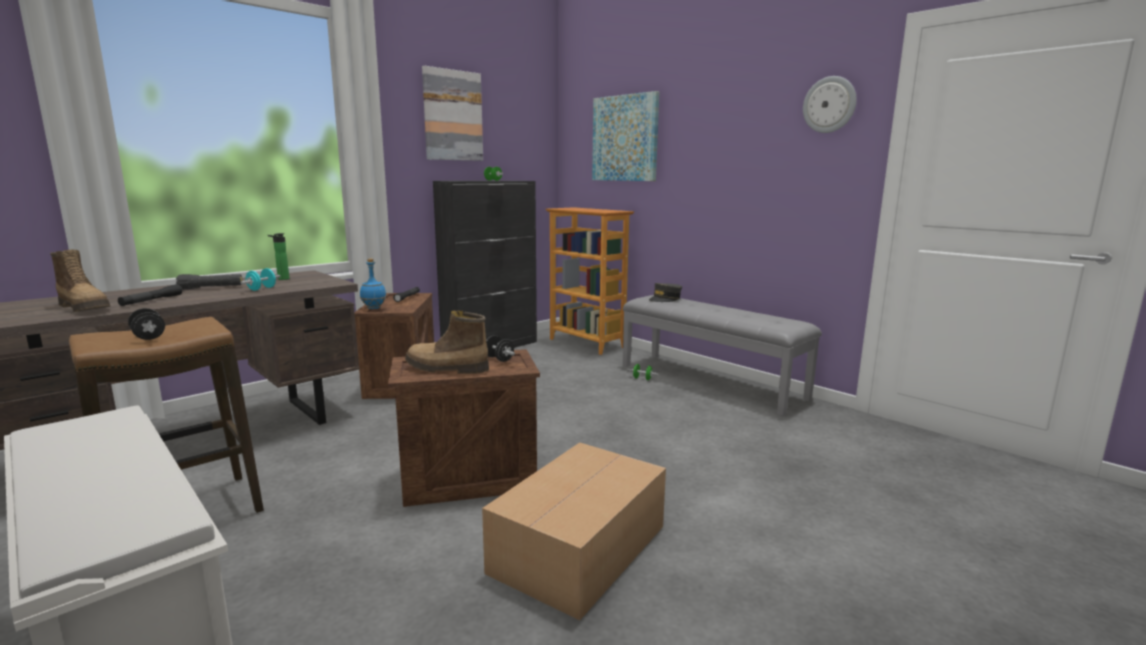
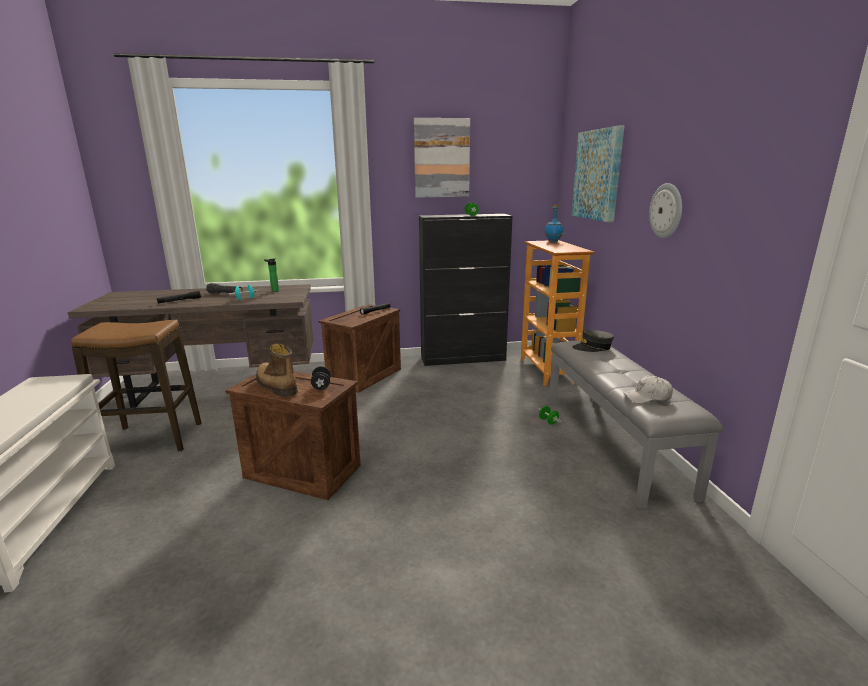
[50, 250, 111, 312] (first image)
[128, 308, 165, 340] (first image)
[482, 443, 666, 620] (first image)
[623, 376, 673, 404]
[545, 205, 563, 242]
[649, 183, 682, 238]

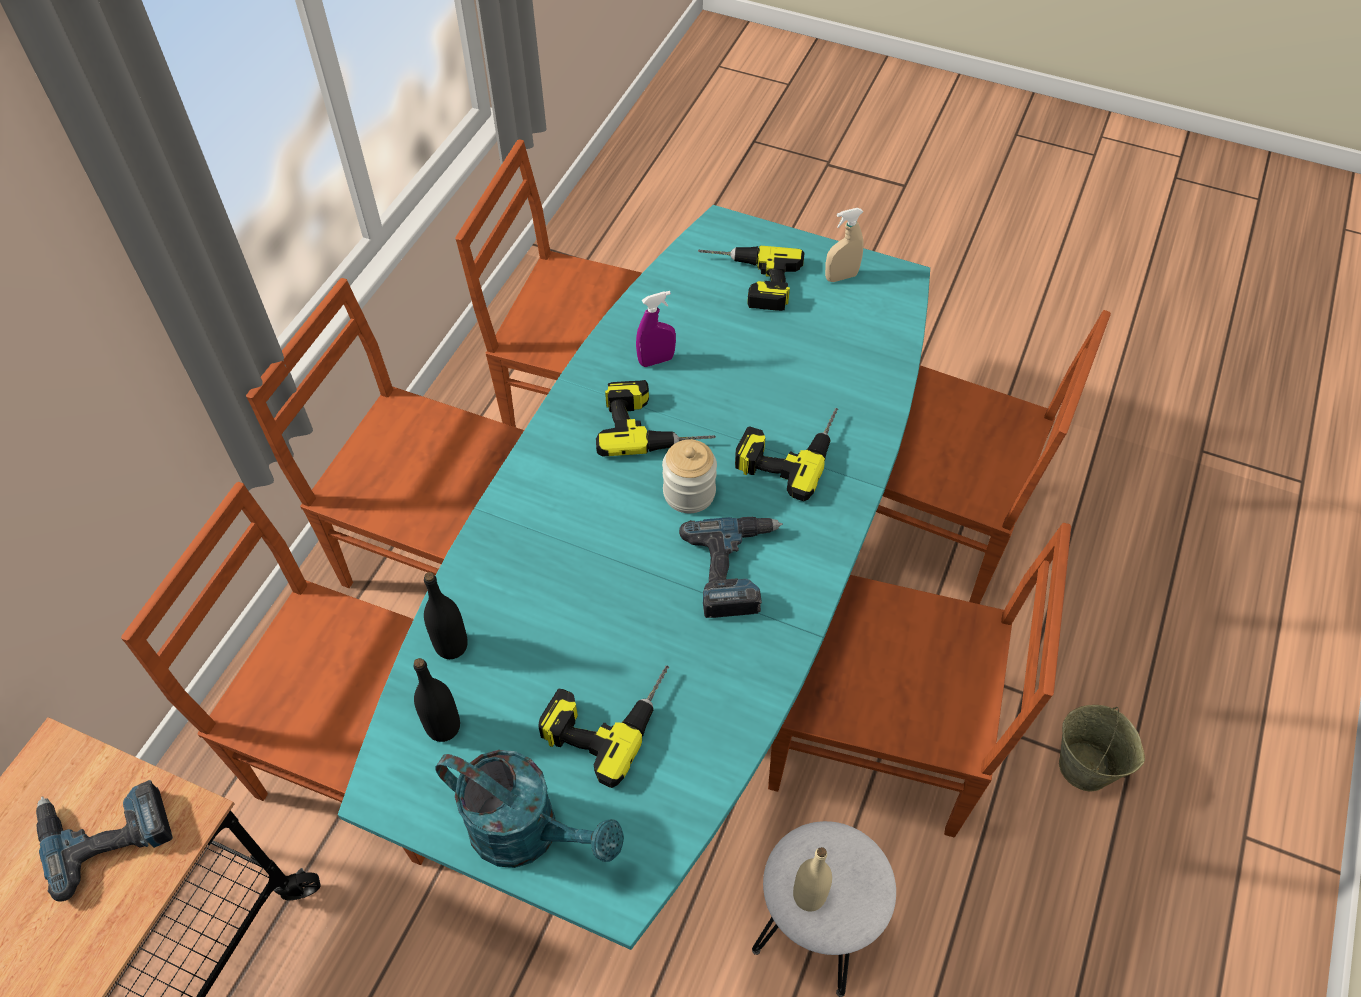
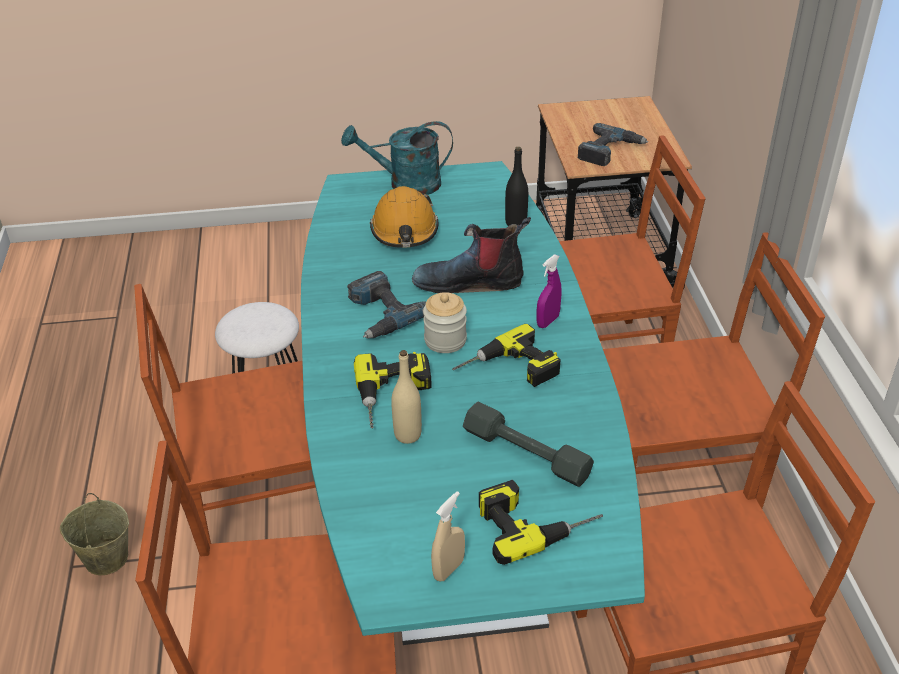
[414, 658, 460, 742] (first image)
[412, 217, 531, 293]
[463, 402, 594, 487]
[536, 254, 562, 328]
[391, 350, 422, 444]
[370, 186, 439, 248]

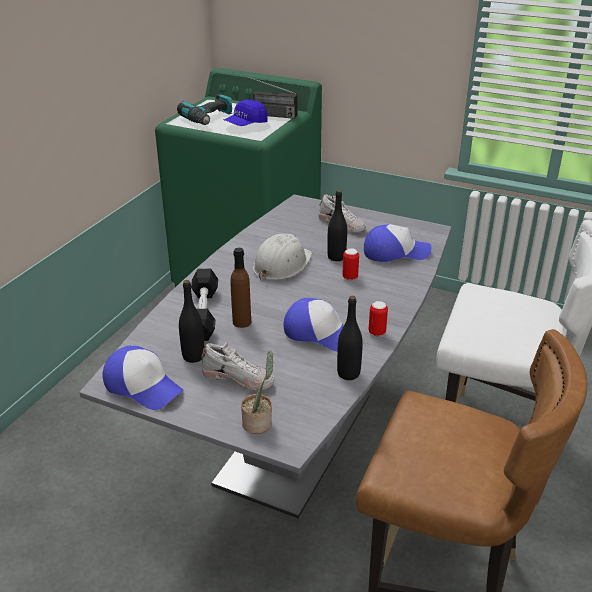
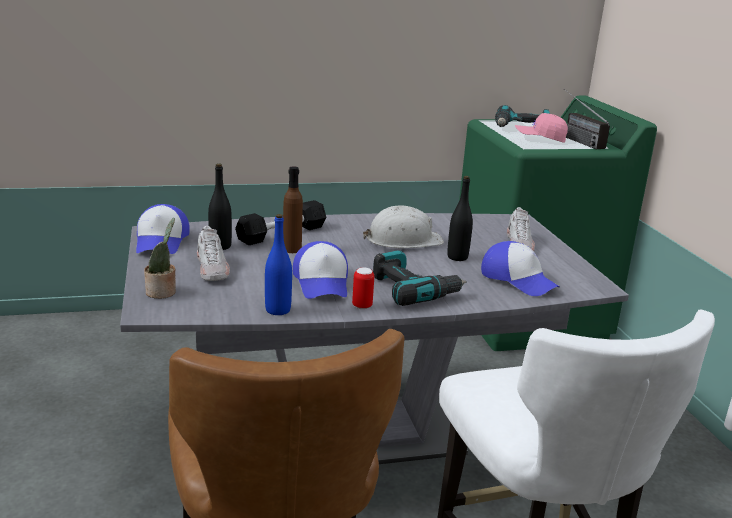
[342, 248, 359, 280] (first image)
[373, 250, 467, 306]
[515, 113, 568, 143]
[265, 214, 292, 315]

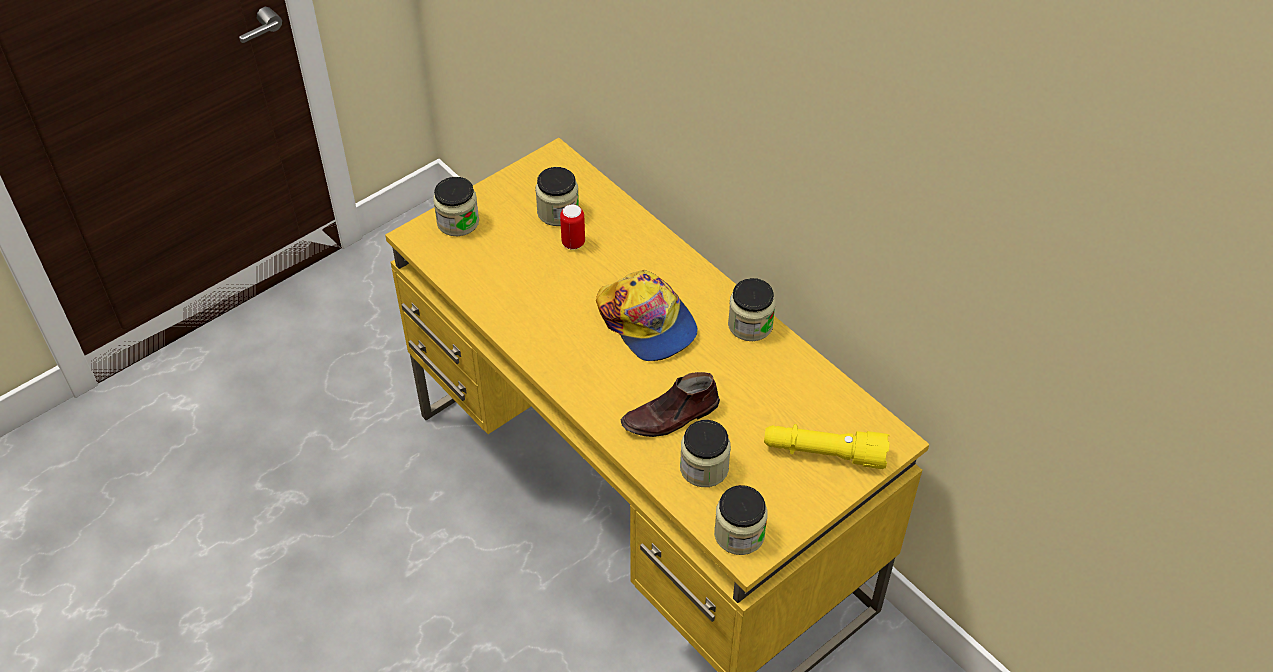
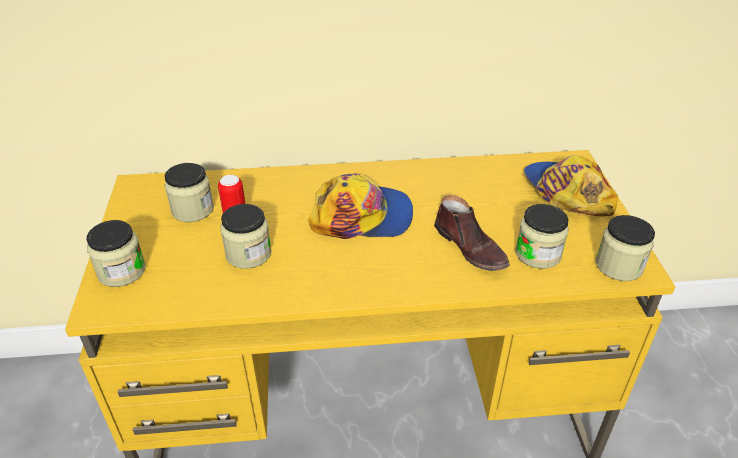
[220, 204, 272, 269]
[524, 155, 618, 217]
[434, 195, 510, 271]

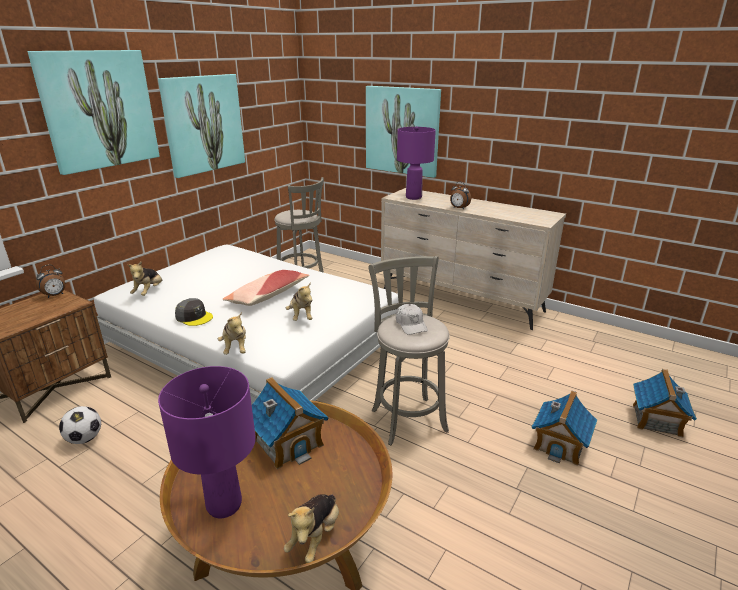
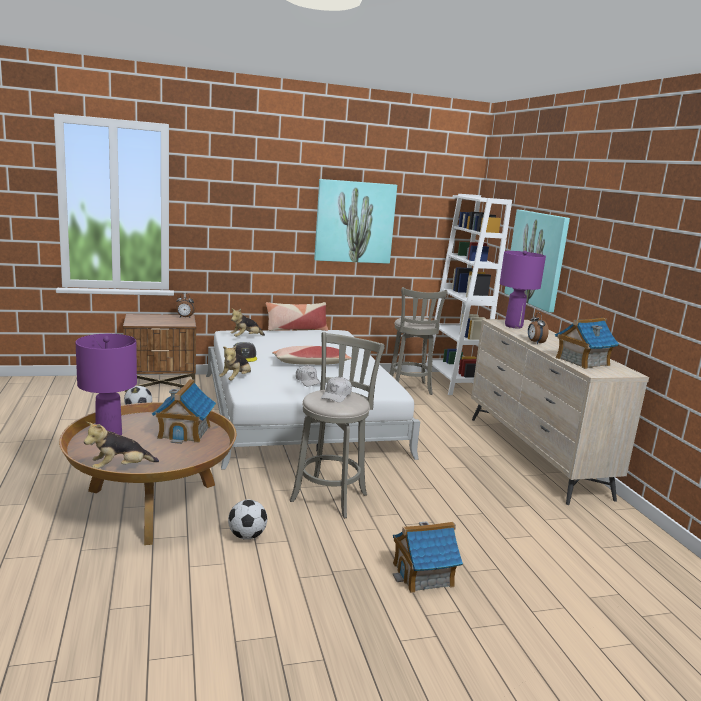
[28, 50, 160, 175] (first image)
[228, 500, 267, 540]
[266, 302, 328, 331]
[425, 194, 512, 395]
[555, 318, 619, 369]
[296, 365, 321, 387]

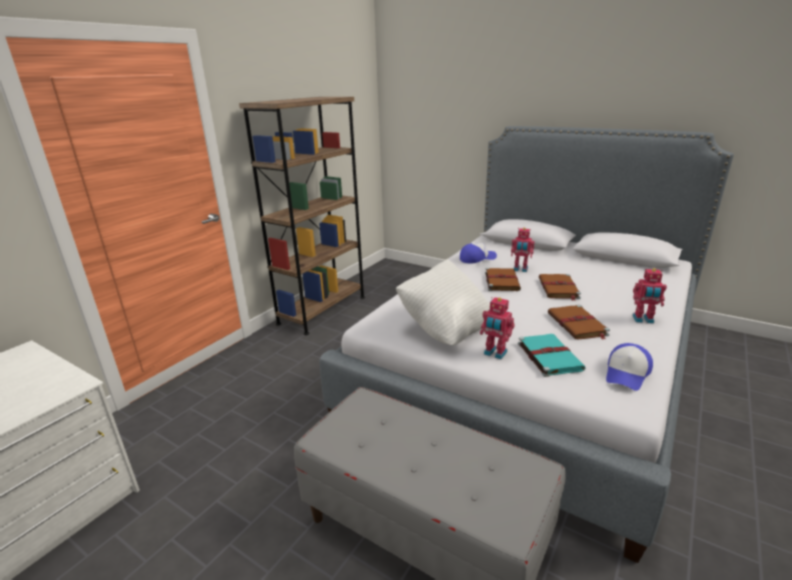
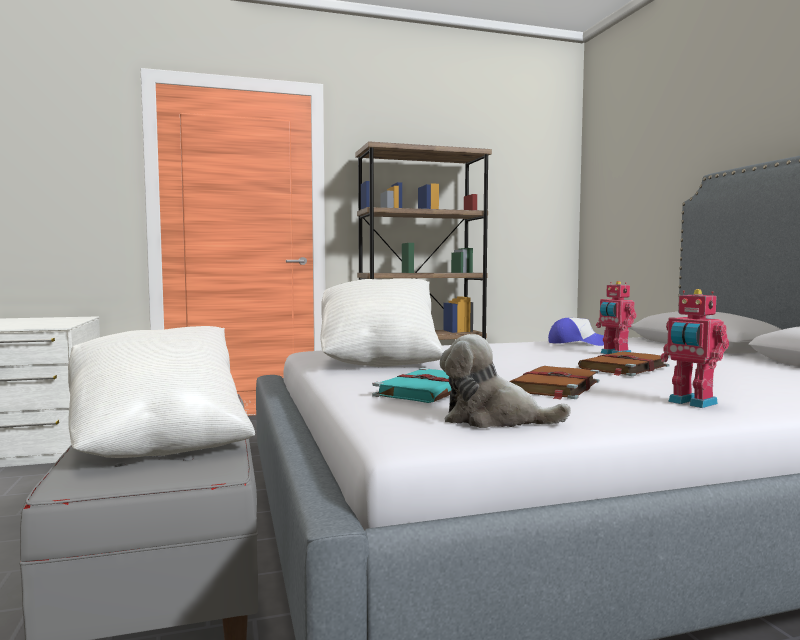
[480, 297, 514, 359] (first image)
[485, 268, 521, 291] (first image)
[68, 326, 255, 458]
[440, 334, 571, 428]

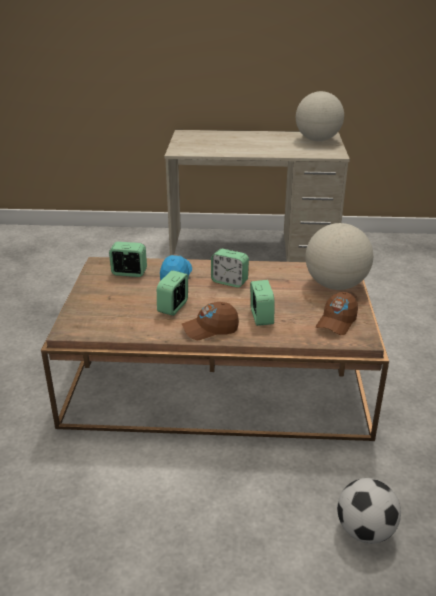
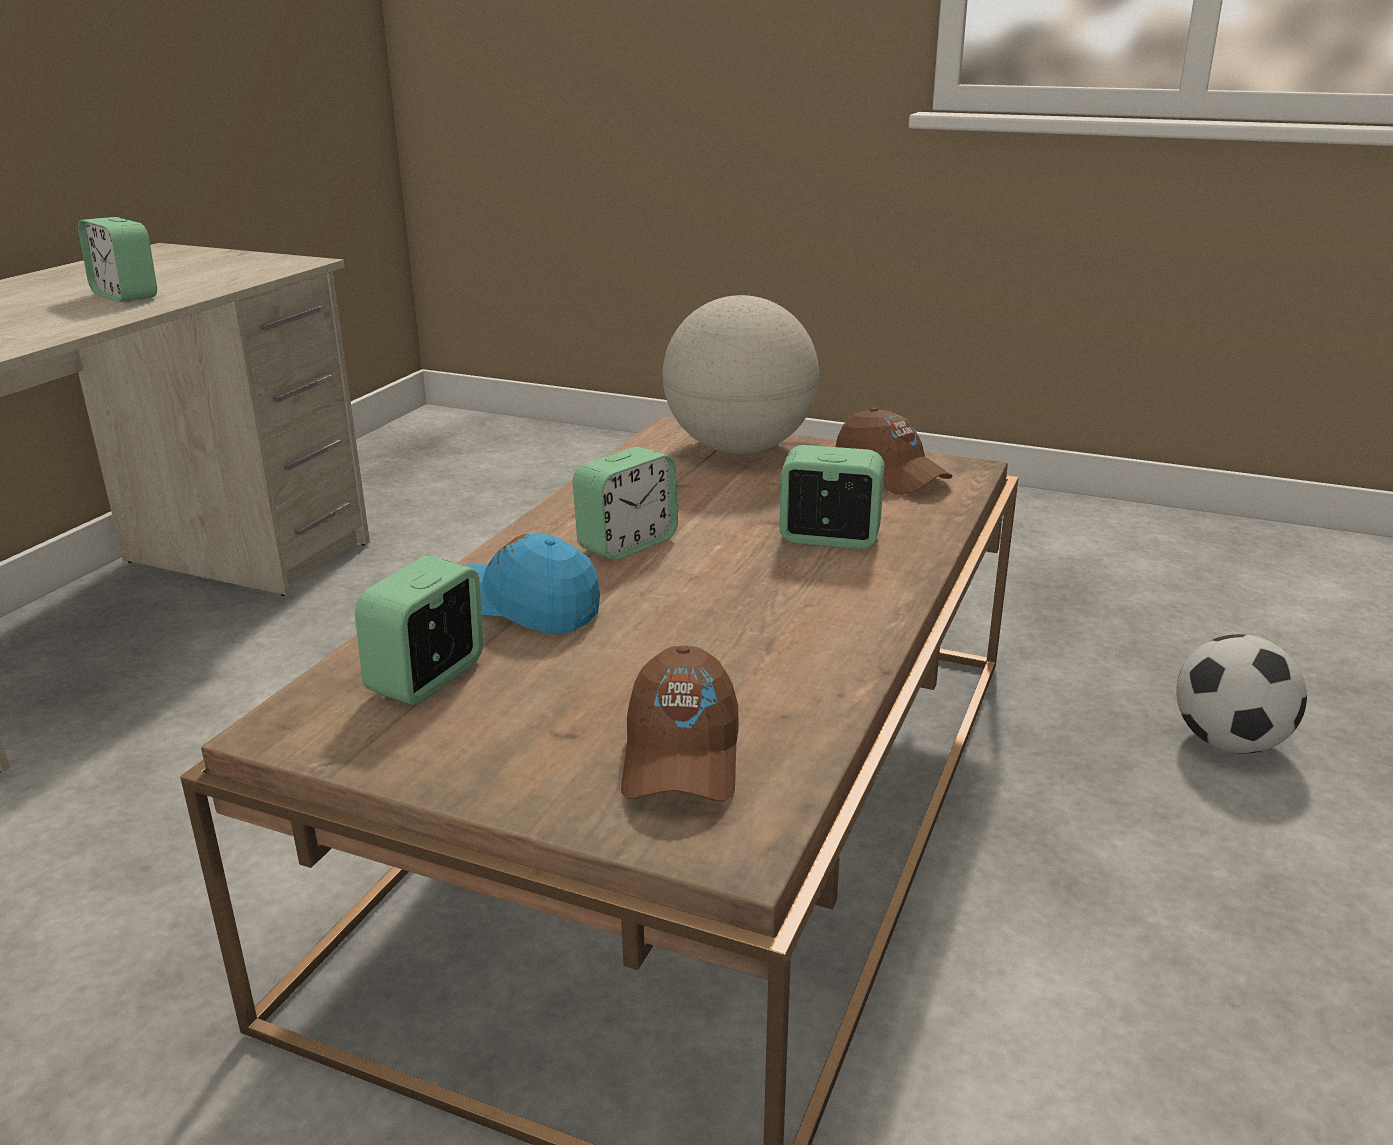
[296, 91, 344, 141] (first image)
[78, 217, 157, 303]
[621, 646, 739, 801]

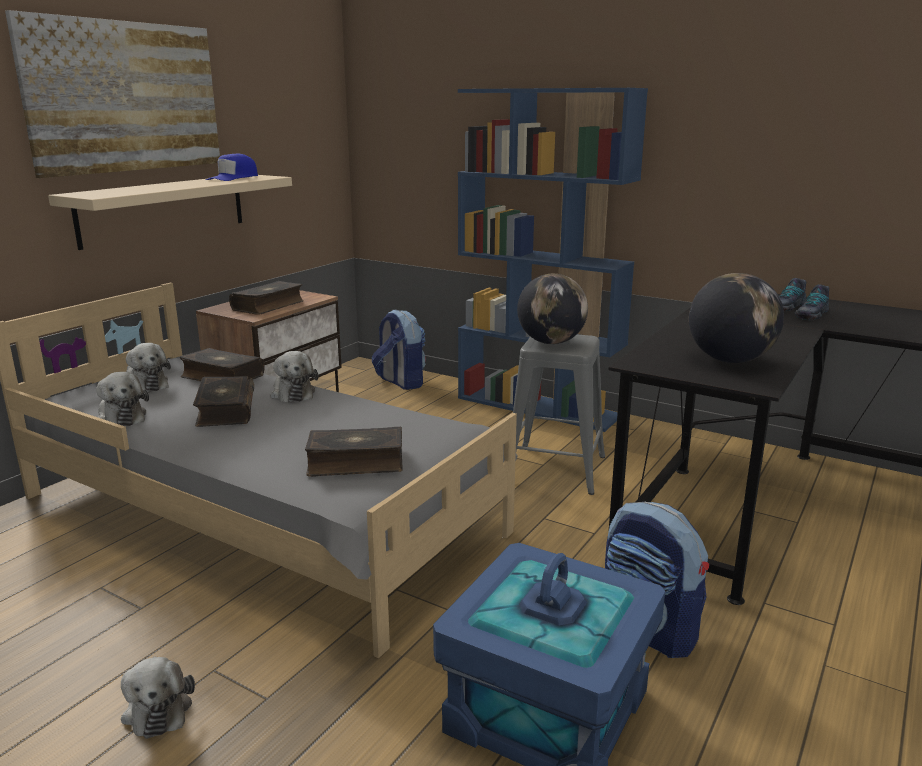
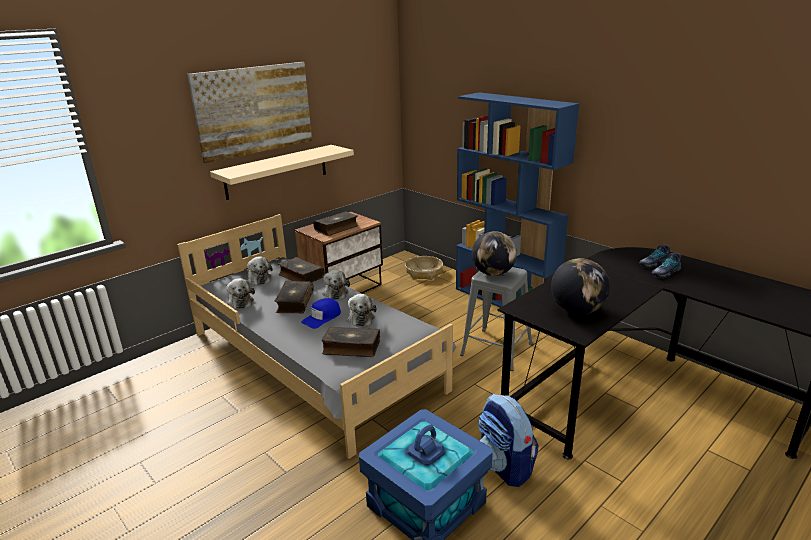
[346, 294, 377, 327]
[301, 298, 341, 329]
[405, 256, 443, 280]

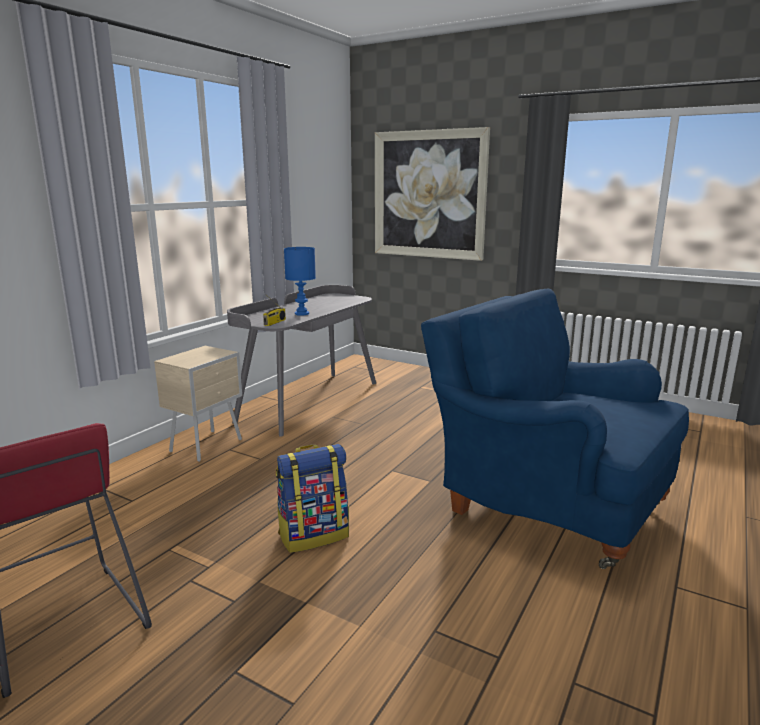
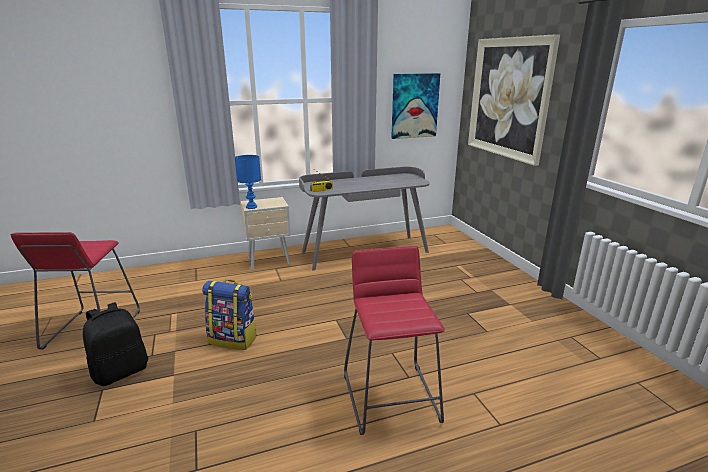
[83, 302, 148, 386]
[391, 73, 440, 139]
[235, 155, 261, 209]
[344, 246, 445, 435]

